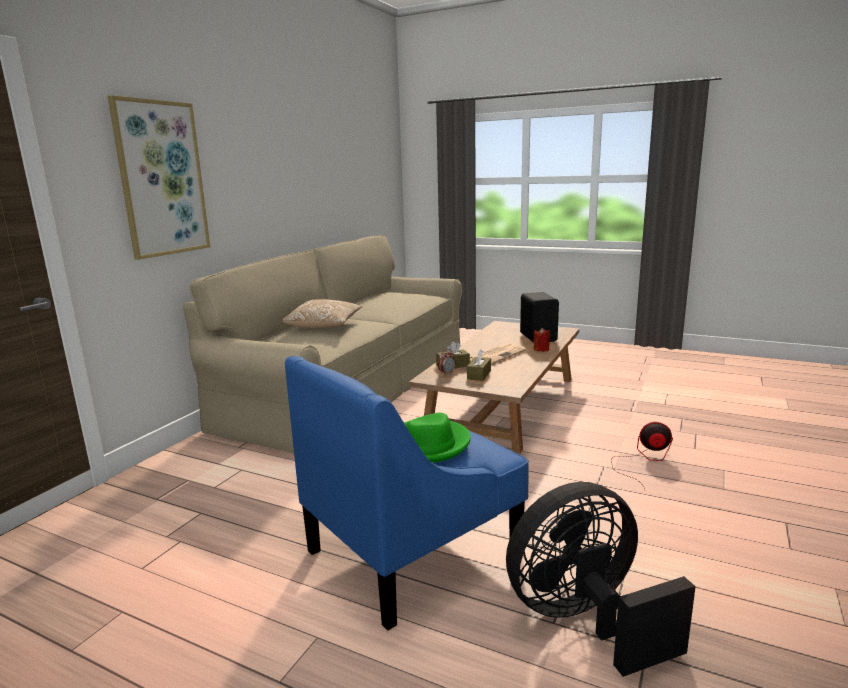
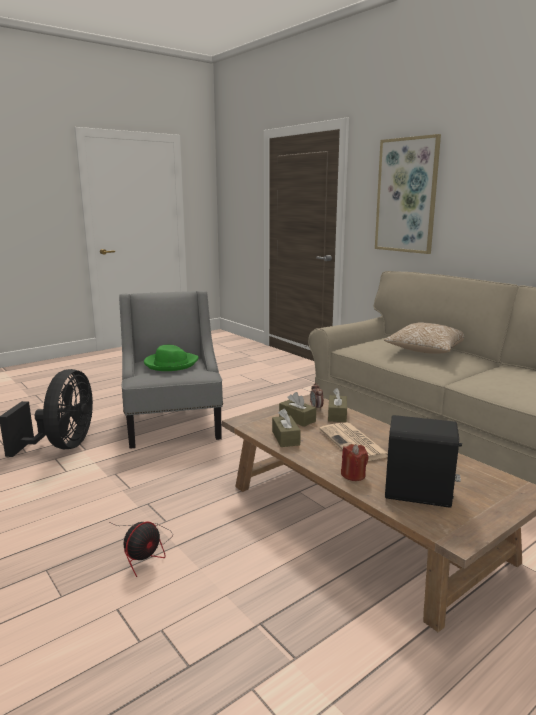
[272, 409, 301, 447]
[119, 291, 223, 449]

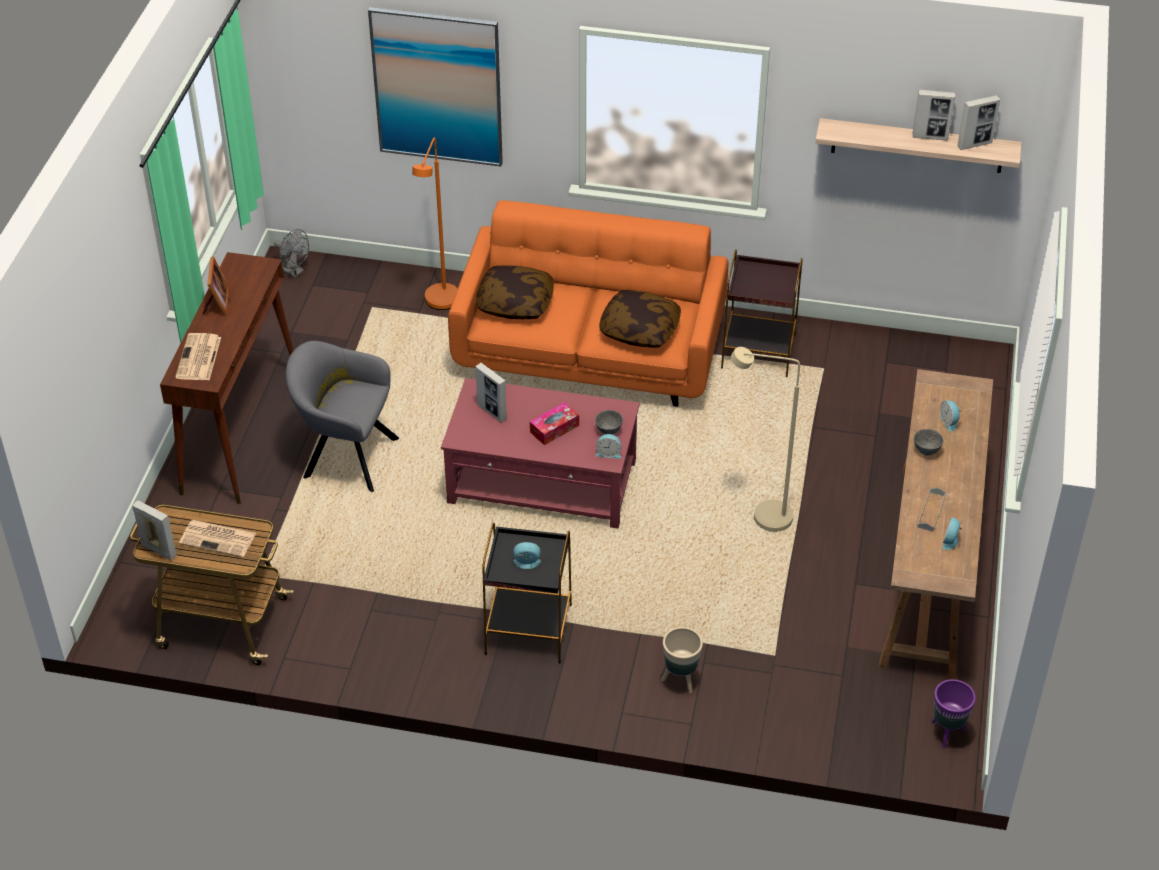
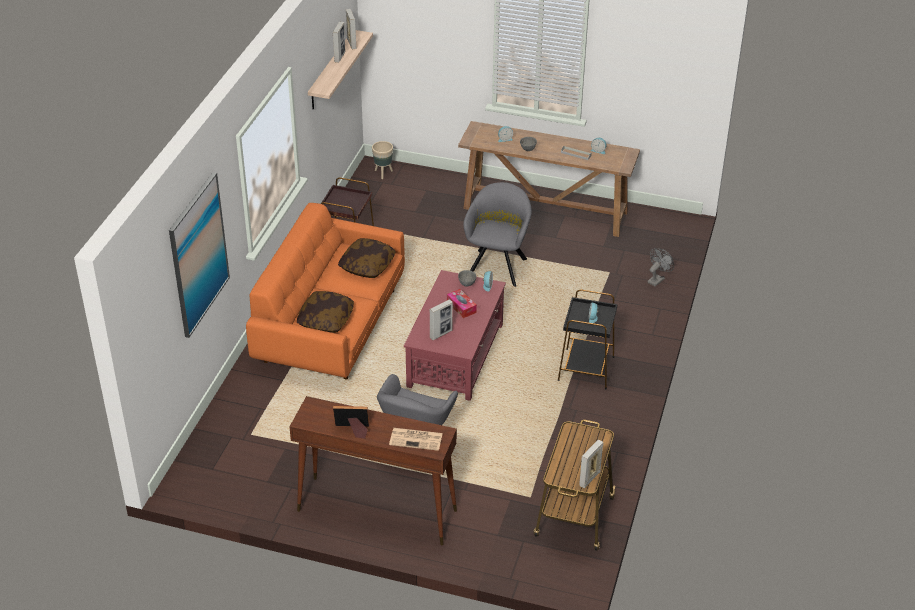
[179, 520, 256, 557] (first image)
[412, 138, 458, 310] (first image)
[932, 679, 976, 748] (first image)
[647, 248, 674, 287]
[372, 141, 393, 179]
[464, 182, 532, 287]

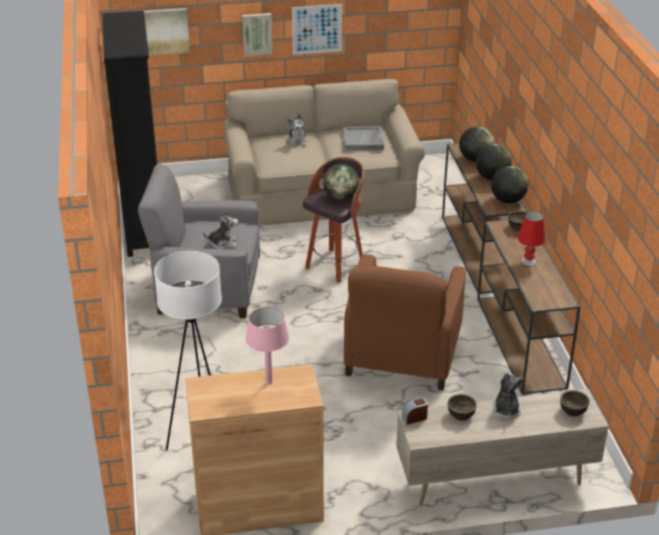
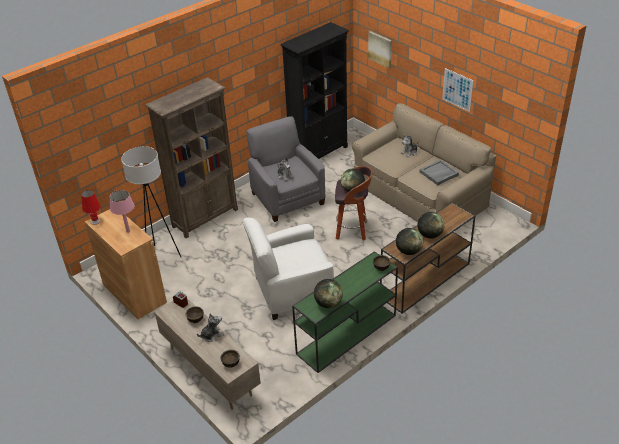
[242, 13, 273, 56] (first image)
[145, 77, 238, 238]
[314, 279, 343, 308]
[81, 190, 101, 225]
[243, 217, 334, 320]
[292, 251, 398, 373]

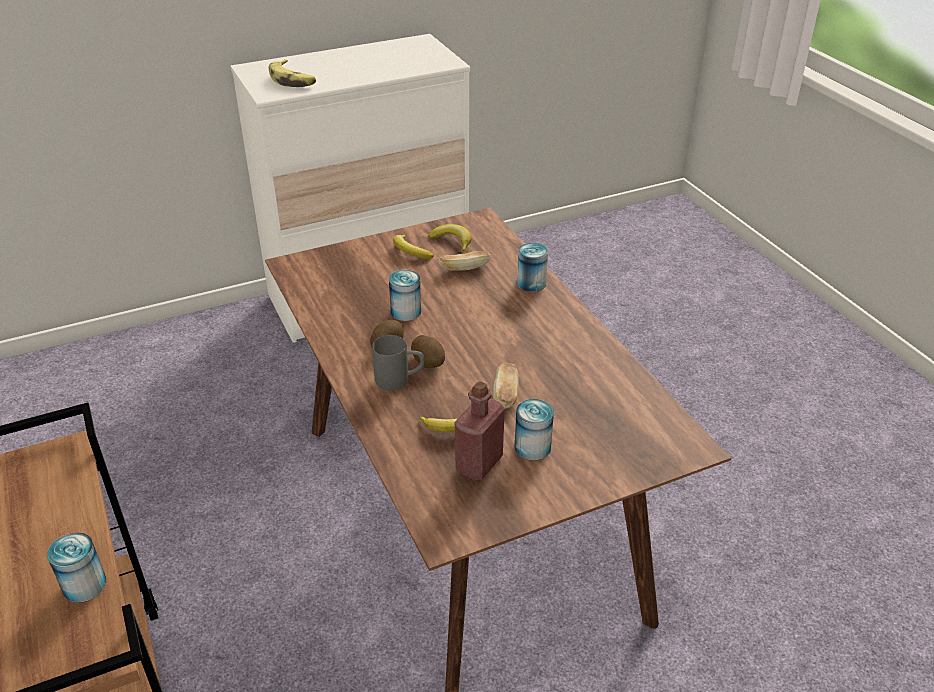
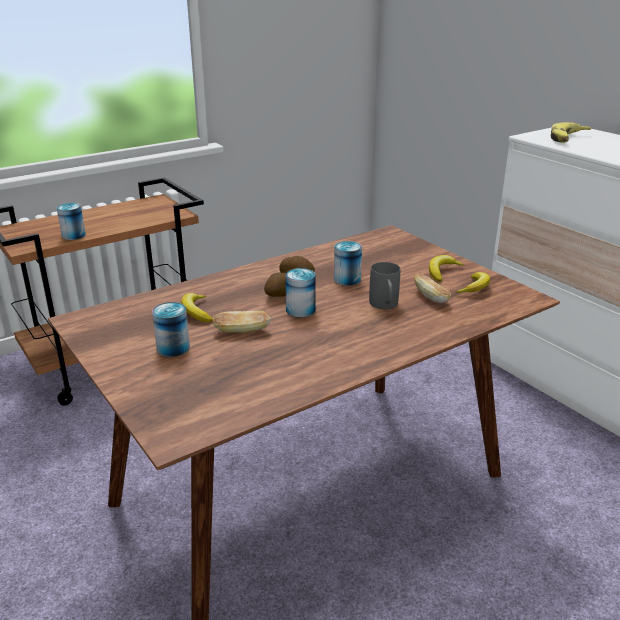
[455, 381, 505, 480] (first image)
[369, 262, 400, 309]
[285, 268, 316, 317]

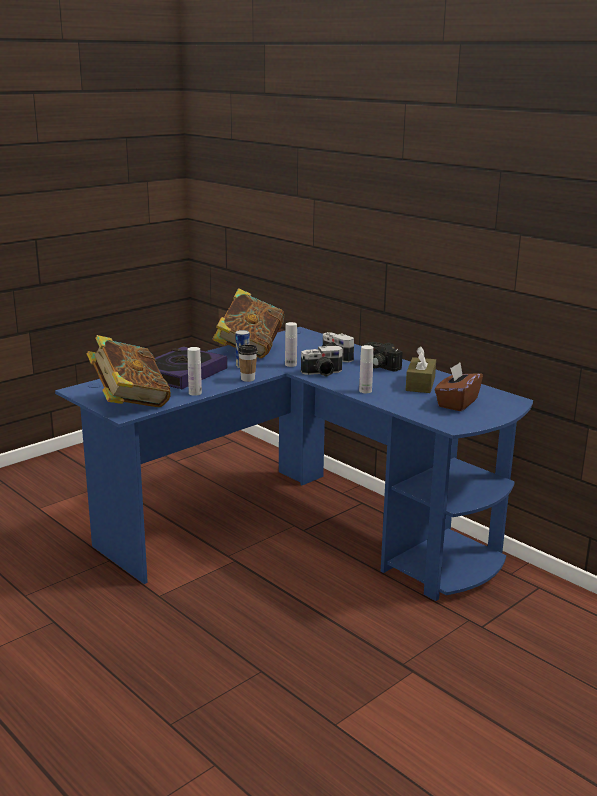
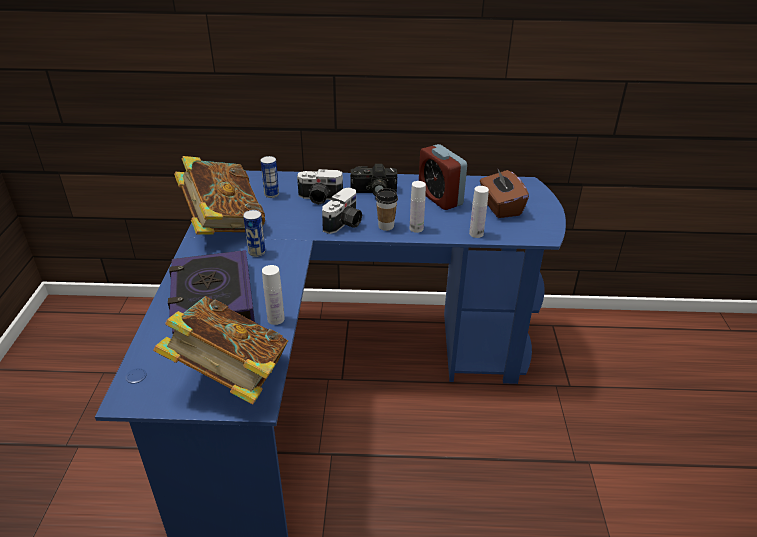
[260, 156, 279, 198]
[375, 188, 398, 231]
[469, 186, 489, 238]
[419, 144, 467, 210]

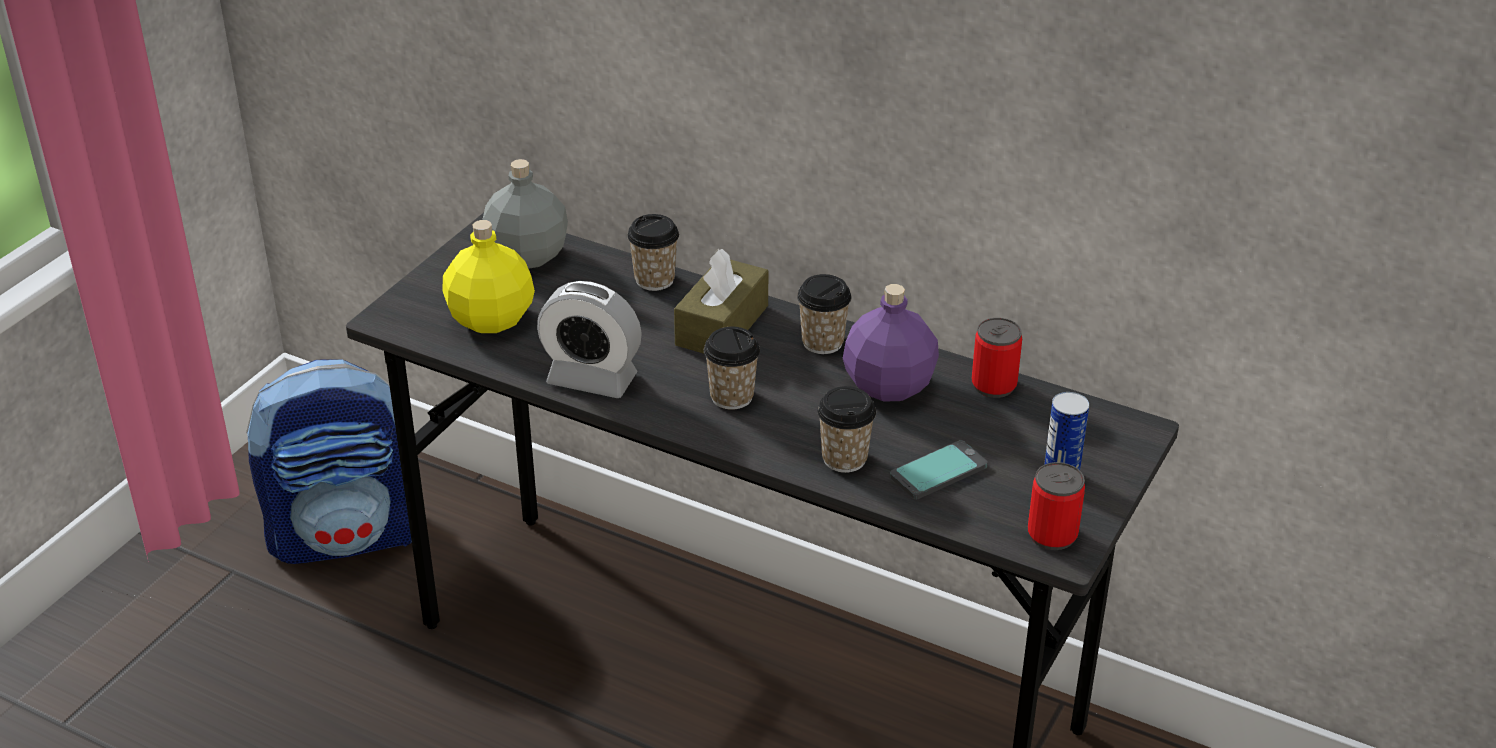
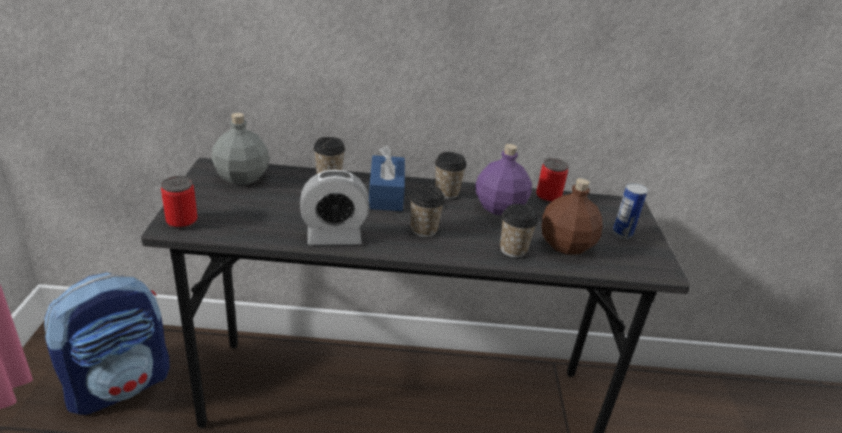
[442, 220, 535, 333] (first image)
[161, 176, 198, 229]
[542, 178, 603, 255]
[369, 145, 405, 211]

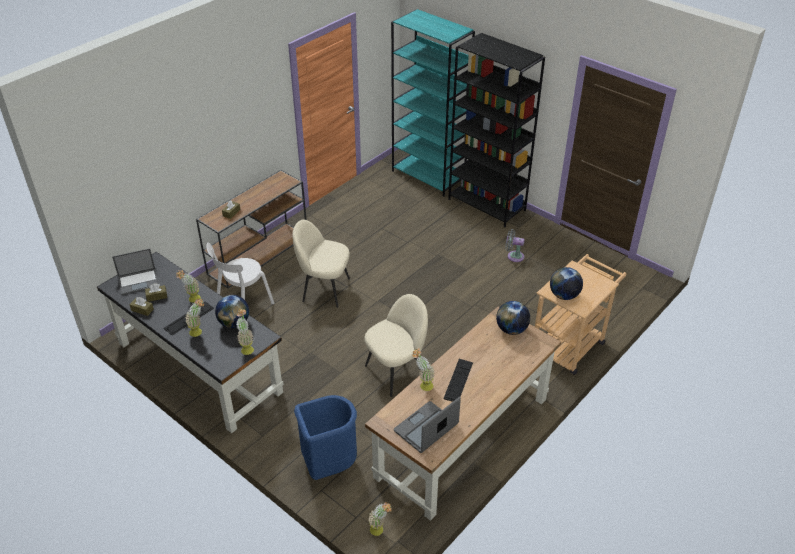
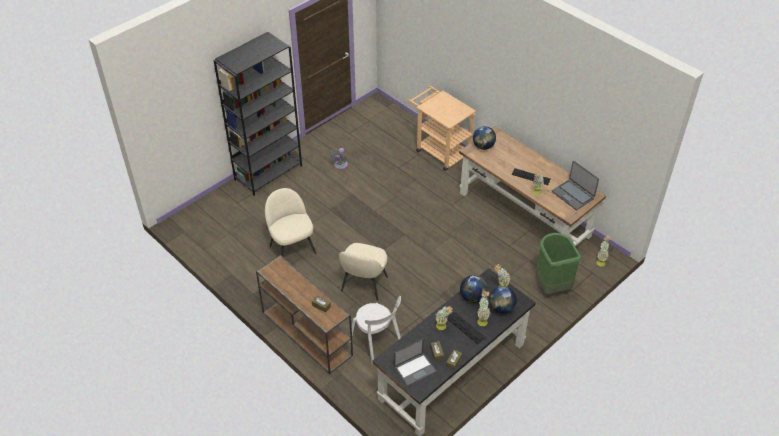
[391, 9, 475, 197] (first image)
[265, 188, 316, 258]
[489, 286, 517, 314]
[536, 233, 581, 295]
[394, 338, 437, 387]

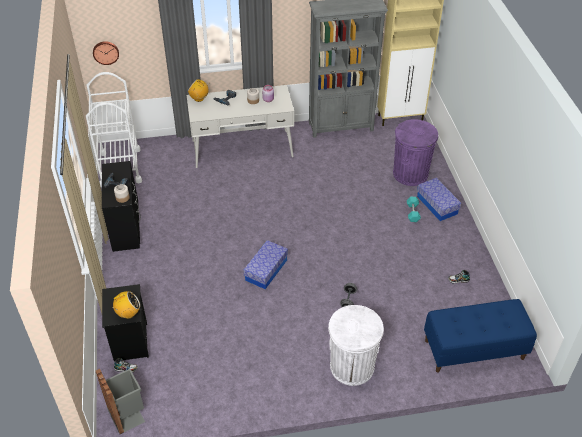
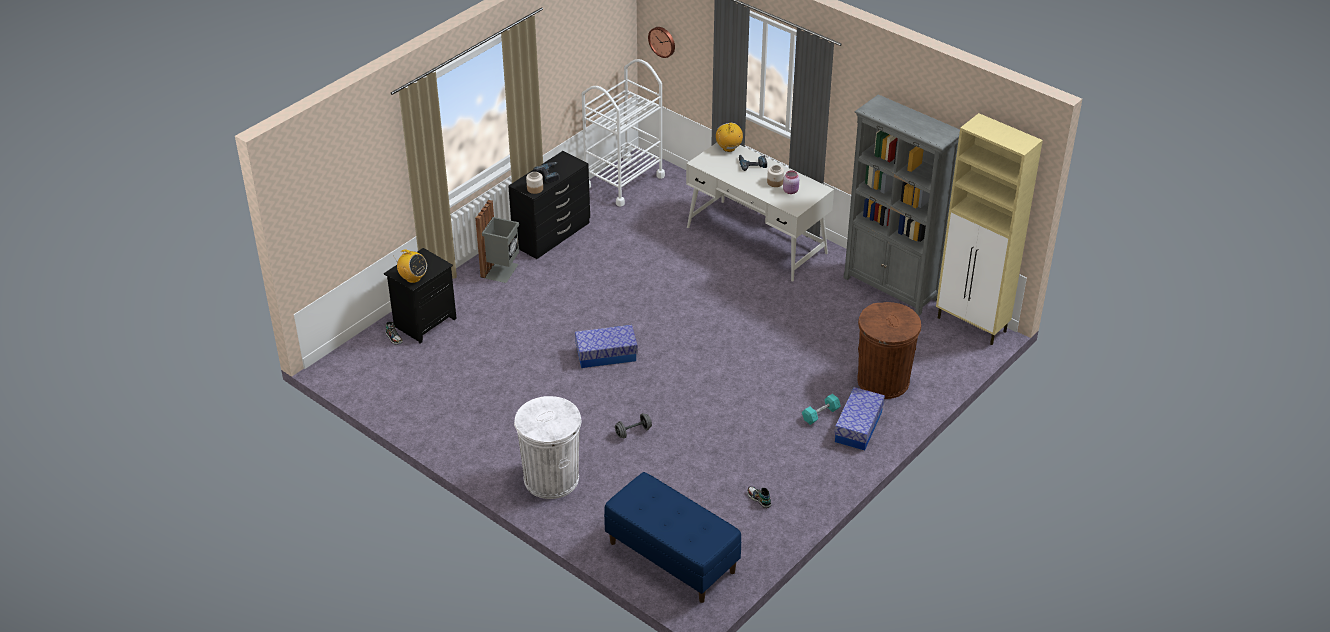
[475, 200, 519, 283]
[857, 302, 921, 399]

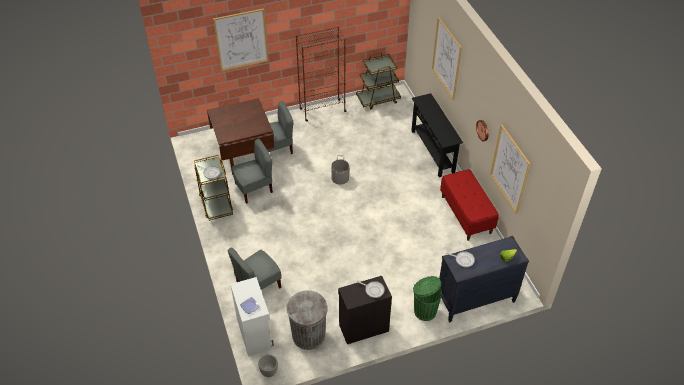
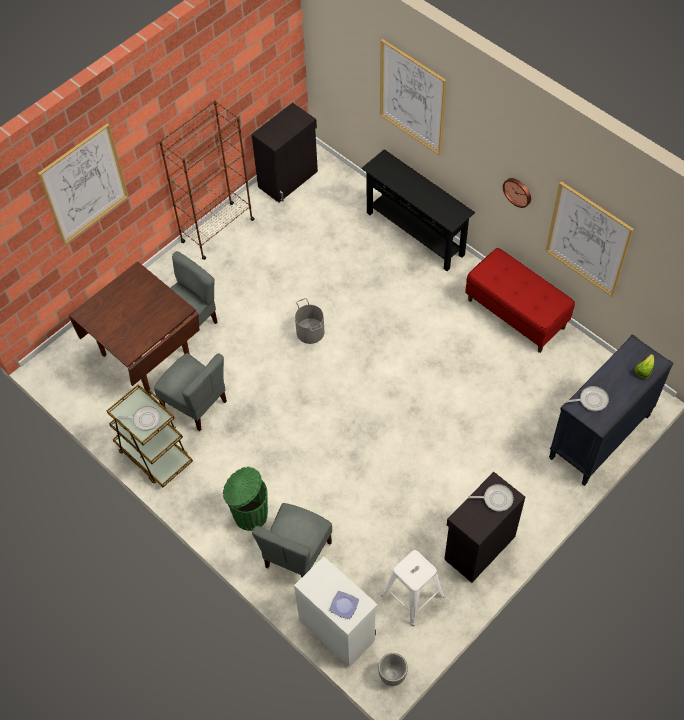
[223, 467, 268, 531]
[381, 550, 444, 626]
[251, 103, 318, 202]
[154, 353, 227, 431]

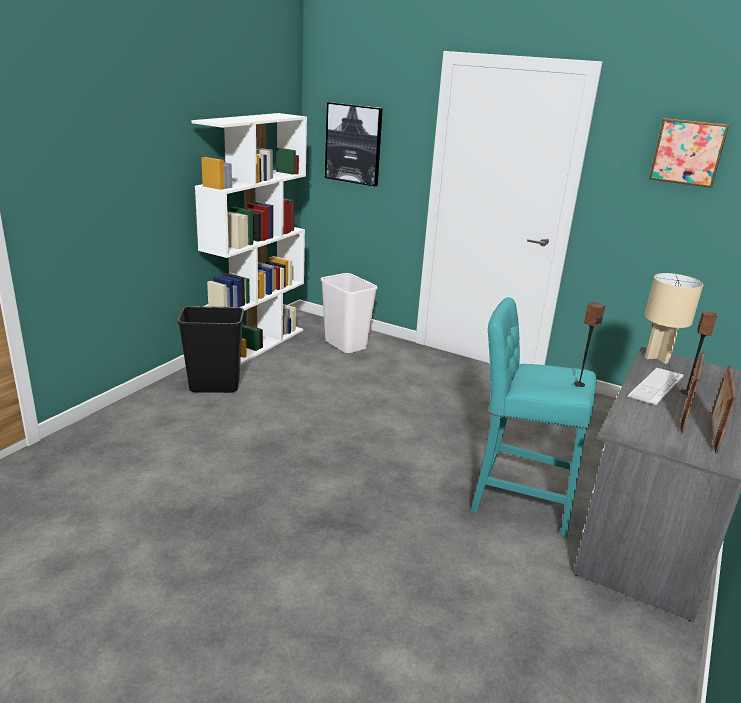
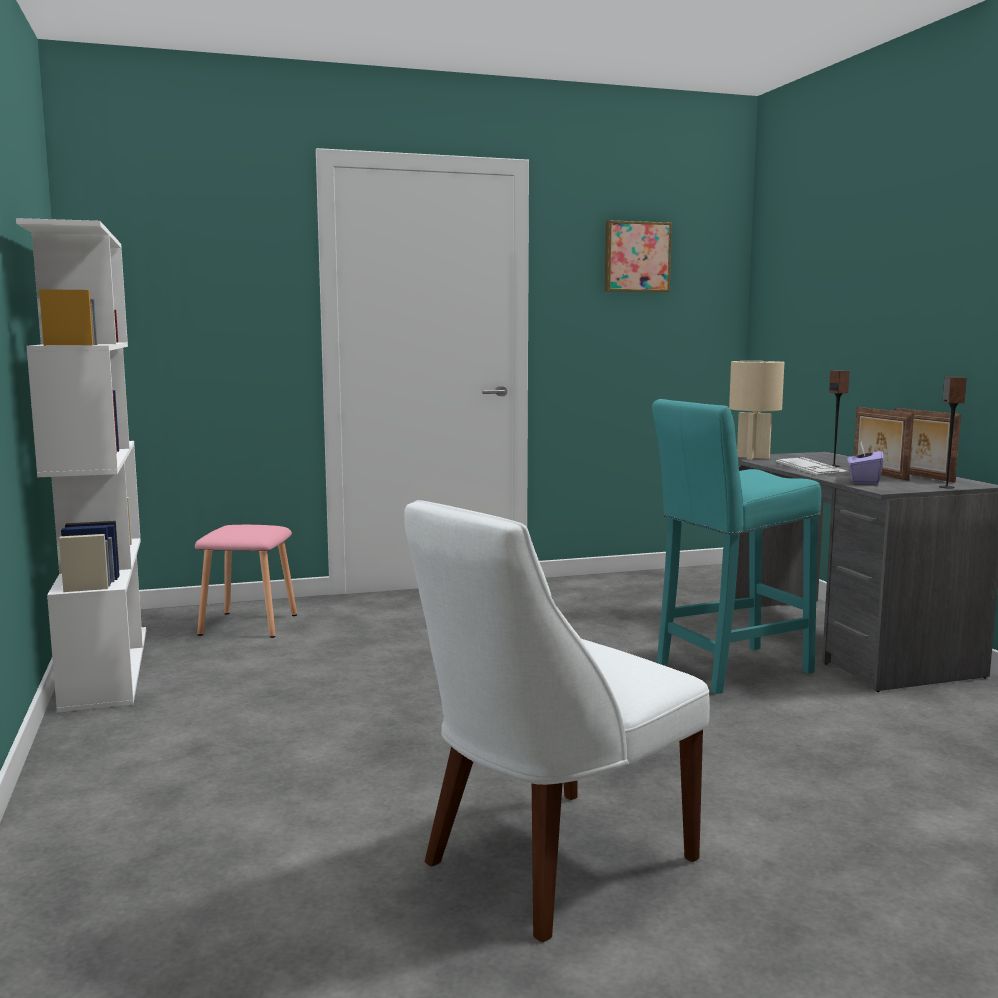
[178, 306, 244, 393] (first image)
[325, 102, 383, 186] (first image)
[404, 500, 710, 942]
[847, 441, 884, 484]
[939, 377, 967, 489]
[195, 525, 297, 638]

